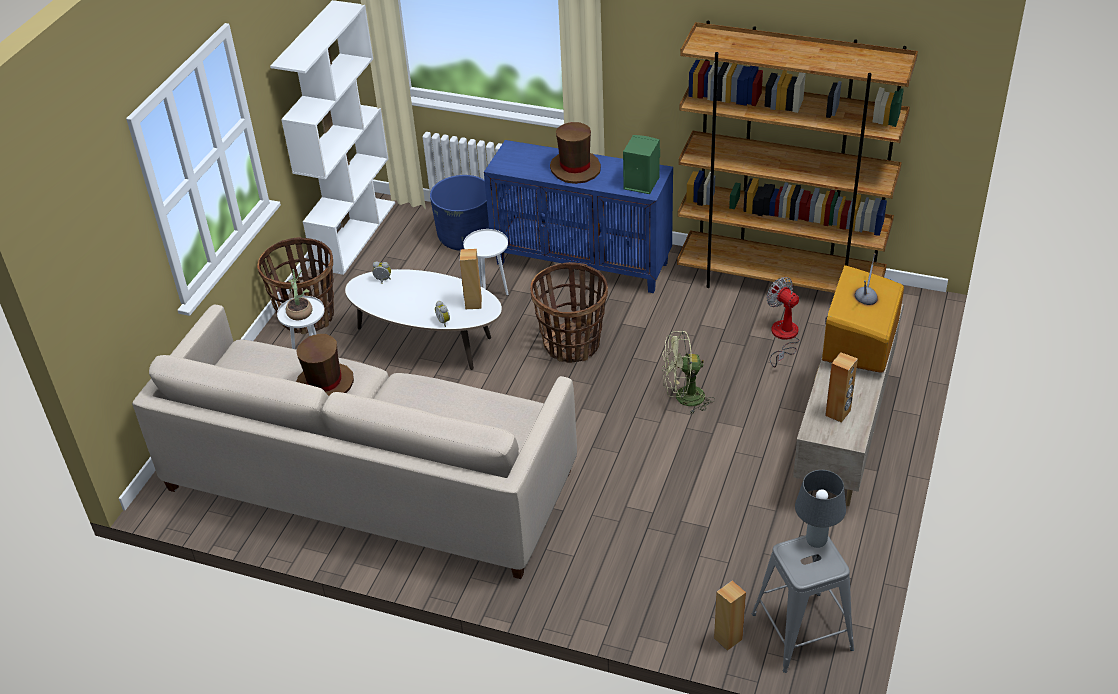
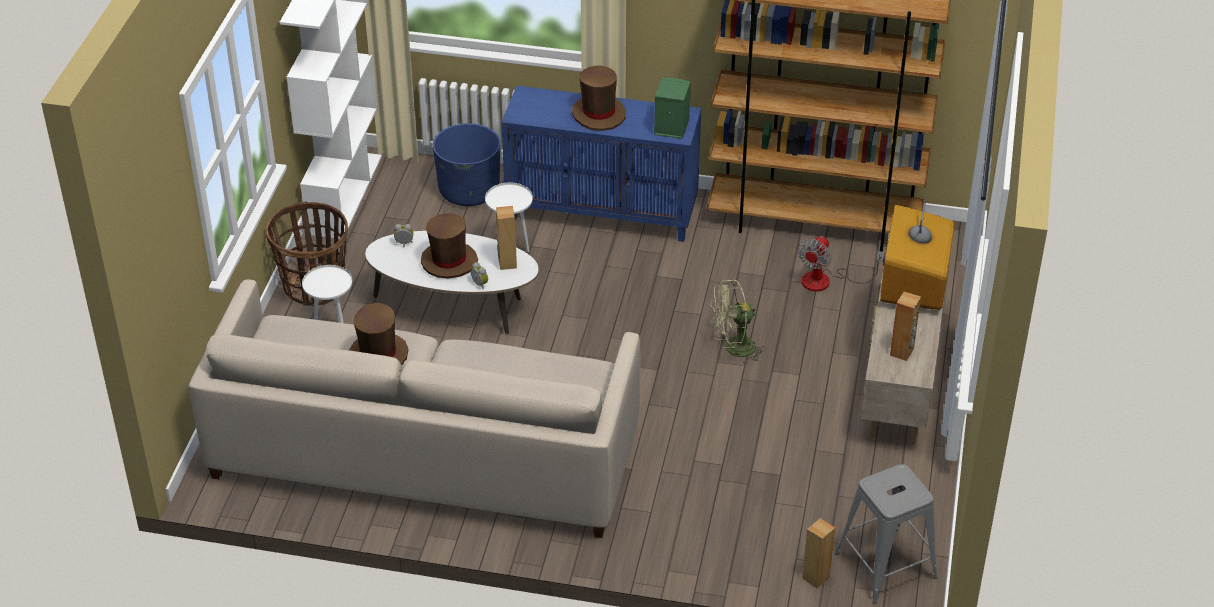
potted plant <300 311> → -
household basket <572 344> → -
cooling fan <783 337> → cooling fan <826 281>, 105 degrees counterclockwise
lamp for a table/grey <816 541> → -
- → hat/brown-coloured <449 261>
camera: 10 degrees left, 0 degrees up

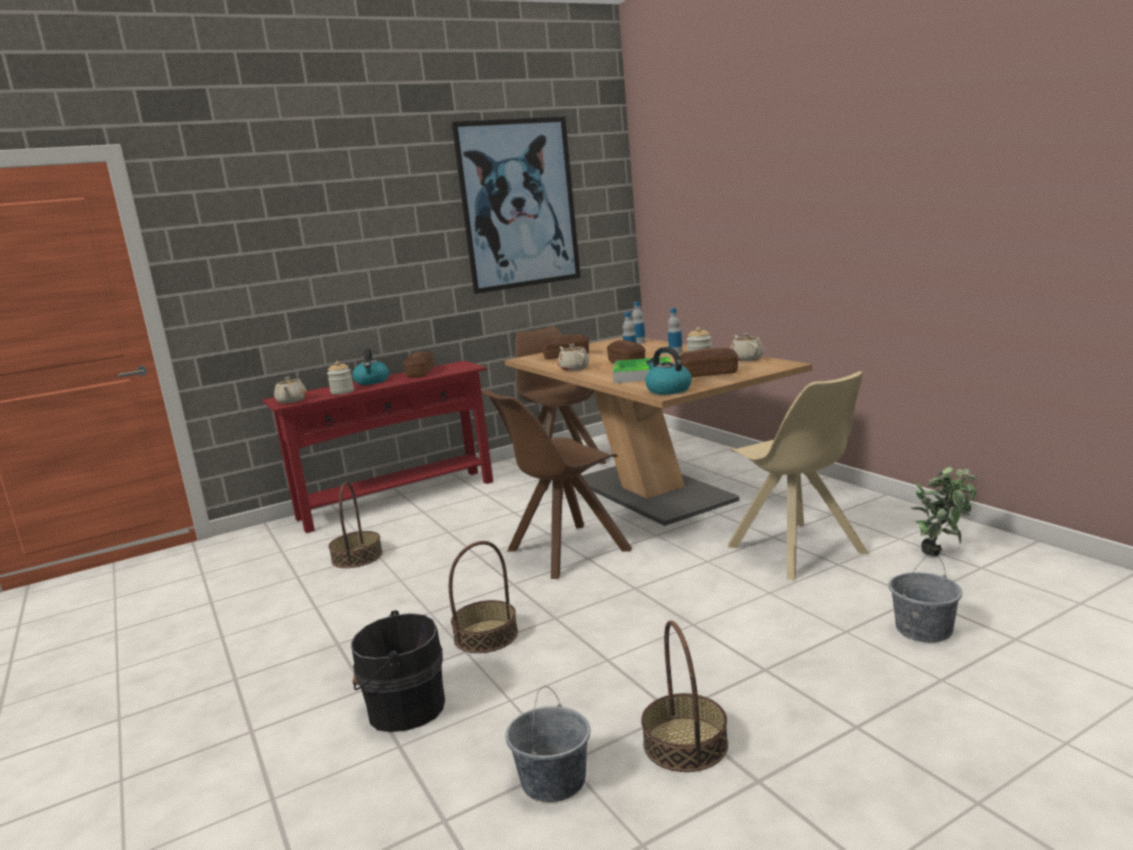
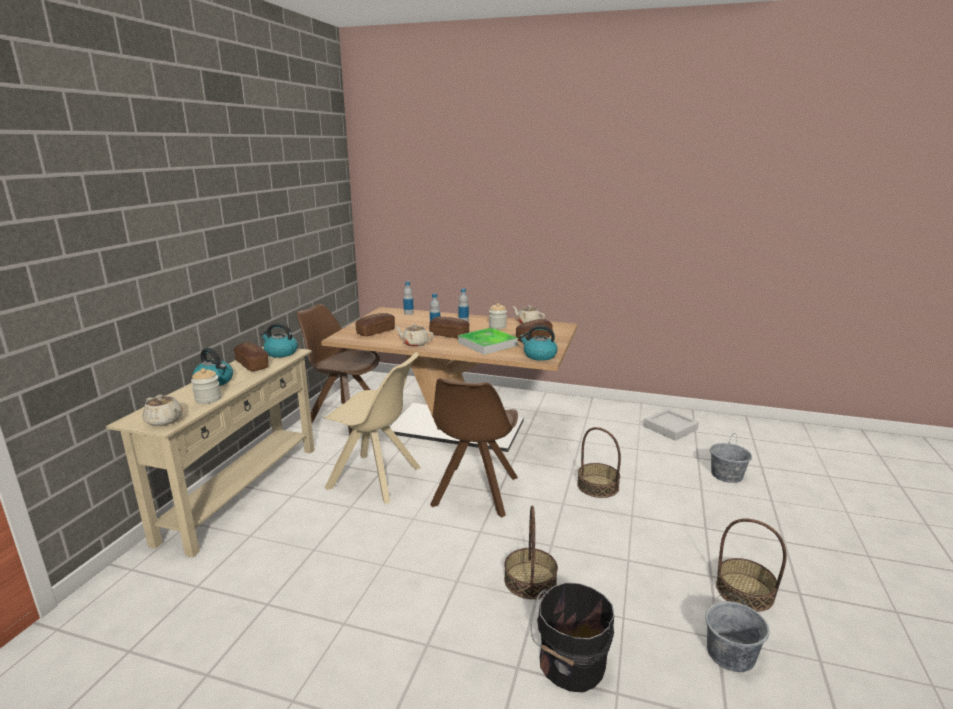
hall table/reddish <397 499> → hall table/beige <241 491>
household basket <357 557> → household basket <598 486>, shifted
picture <518 204> → -
upright chair/beige <798 551> → upright chair/beige <376 478>, shifted
potted plant <943 554> → tray/grey <670 428>
- → tea kettle <280 353>
camera: 45 degrees left, 5 degrees up

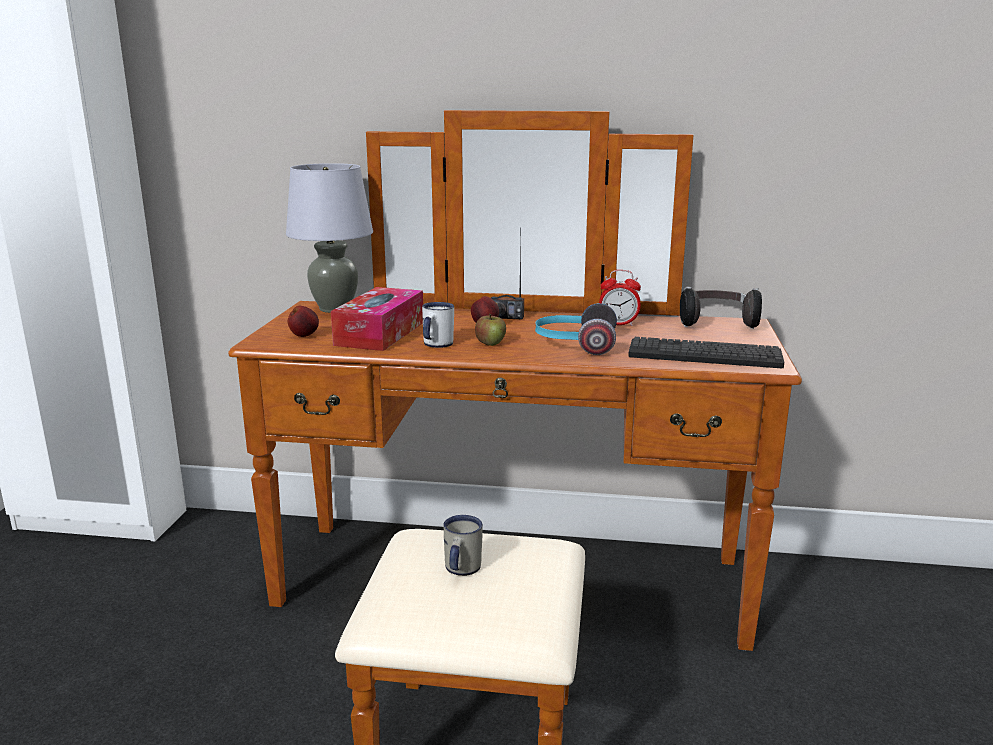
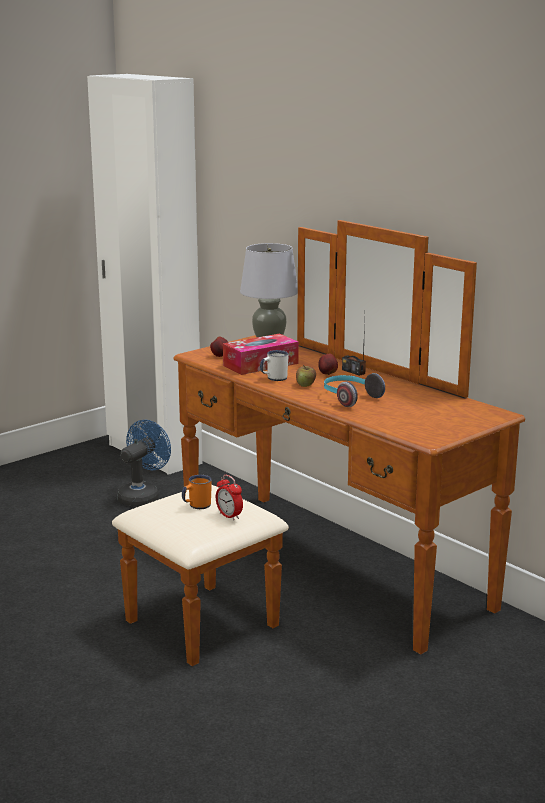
coffee mug/white-coloured <460 570> → coffee mug/orange-coloured <196 506>
bedside clock <618 324> → bedside clock <229 516>, shifted
computer keyboard <704 355> → -
headphones <716 322> → -
- → cooling fan/bluish <142 496>
camera: 40 degrees right, 0 degrees up

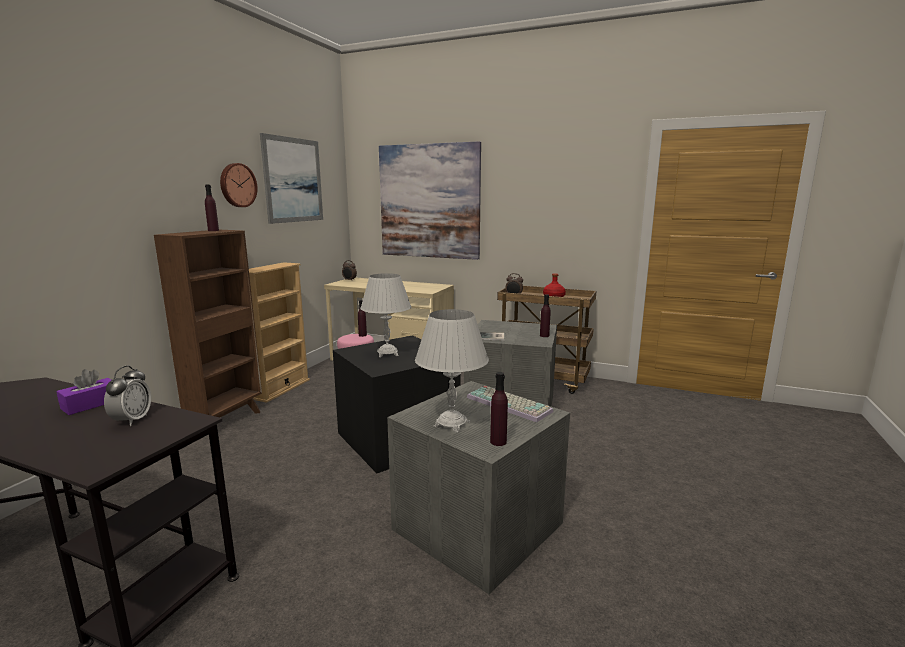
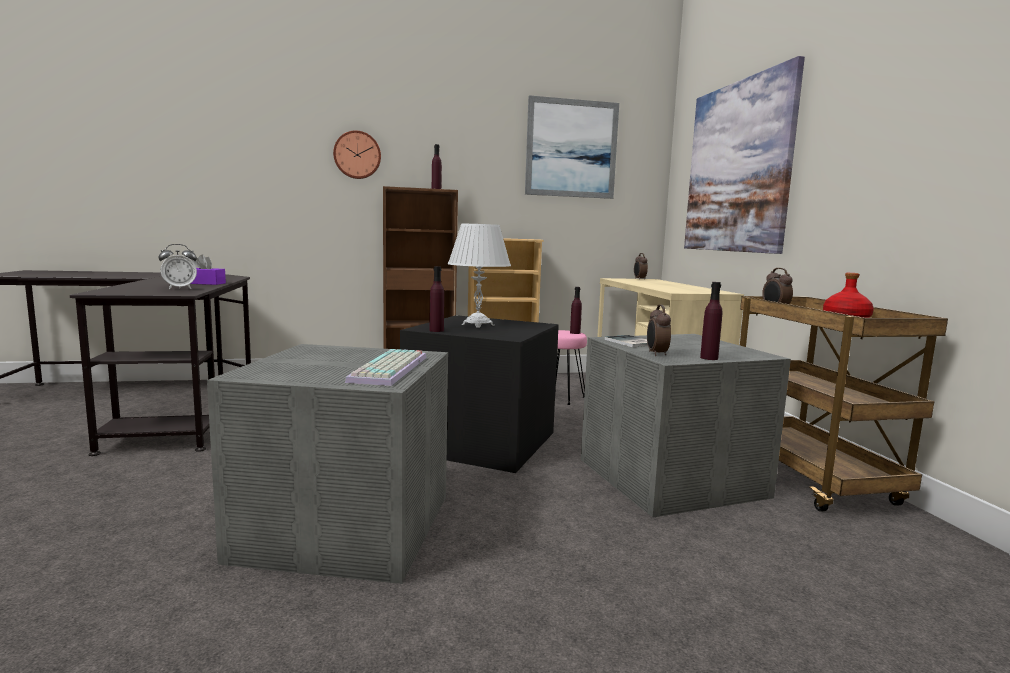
clock on the wall <237 185> → clock on the wall <357 155>, shifted
lamp for a table/white-coloured <451 424> → -
drink bottle/purple <498 442> → drink bottle/purple <436 330>, shifted
- → bedside clock <656 354>
camera: 55 degrees right, 5 degrees down

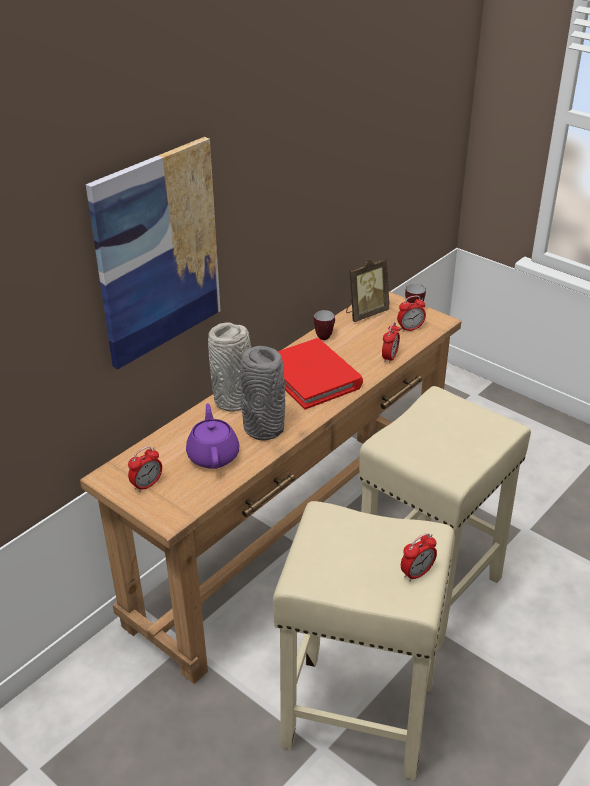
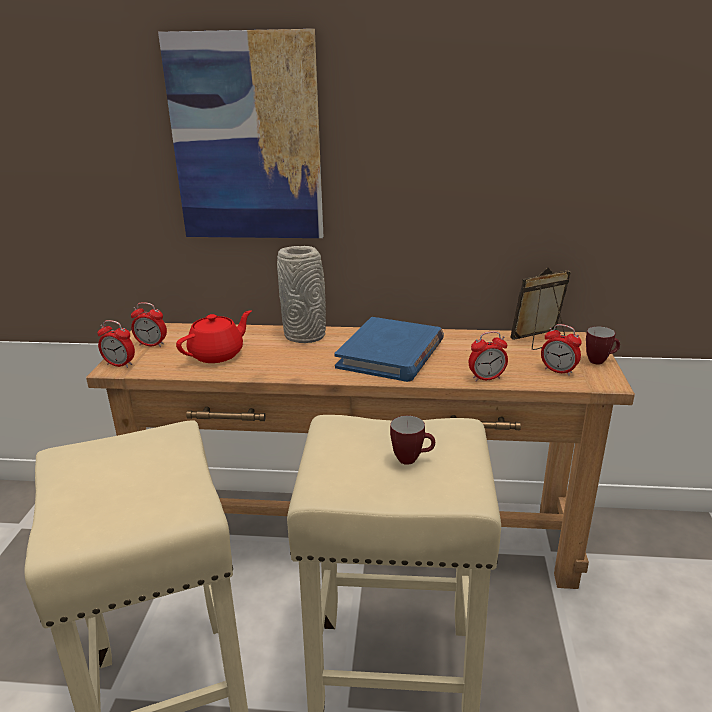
teapot/purple <213 455> → teapot/reddish <218 354>
vase/grey <264 429> → -
bound book/reddish <312 377> → bound book/bluish <391 354>
coffee mug <325 336> → coffee mug <412 459>, shifted
photo frame <365 313> → photo frame <540 341>, 135 degrees clockwise
bedside clock <417 573> → bedside clock <120 364>, shifted
camera: 55 degrees right, 10 degrees down

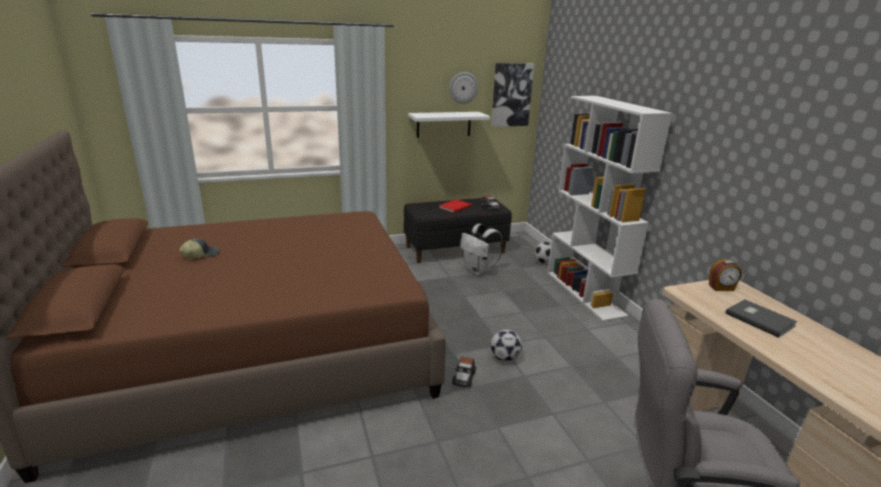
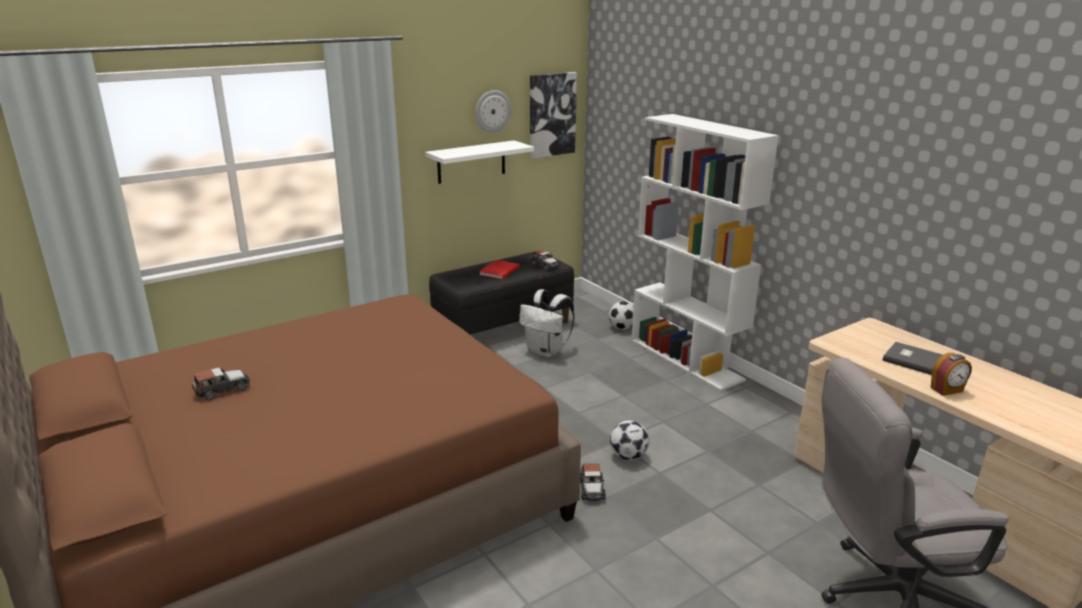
cap <201 254> → model car <222 390>
bedside clock <721 288> → bedside clock <947 390>, shifted
camera: 15 degrees left, 0 degrees up

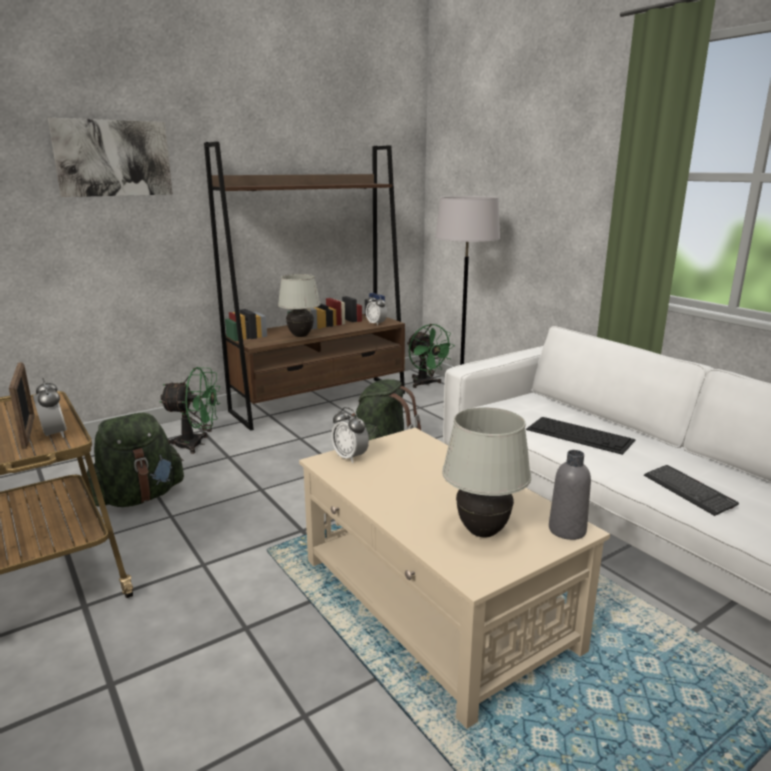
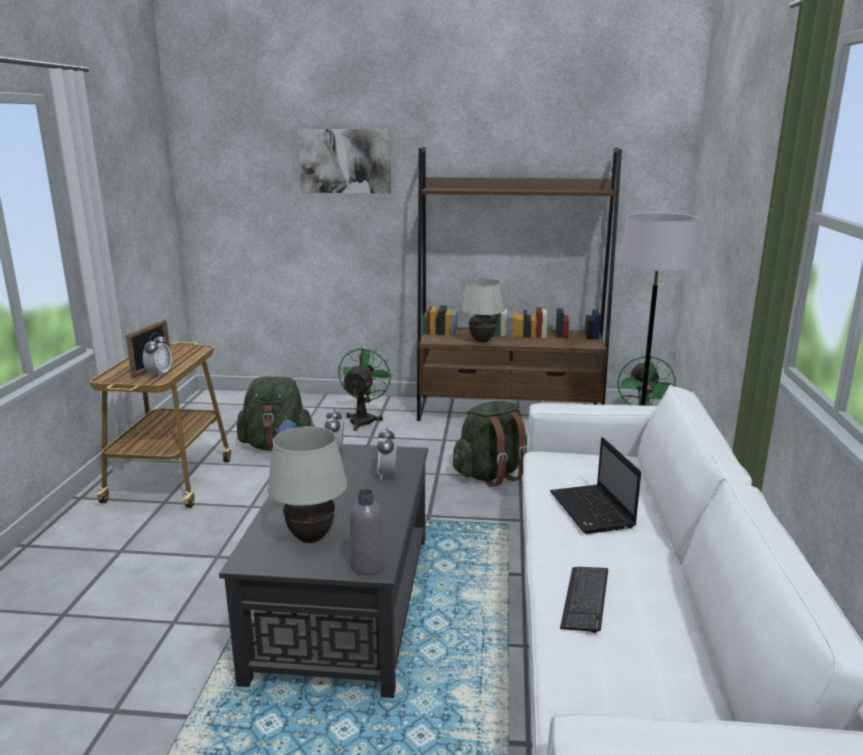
cooling fan/green <196 444> → cooling fan/green <363 419>, 120 degrees counterclockwise
coffee table/beige <434 603> → coffee table/blackish <344 604>
bedside clock <376 324> → bedside clock <387 474>, shifted
computer keyboard <580 435> → portable computer <593 511>
camera: 40 degrees right, 0 degrees up

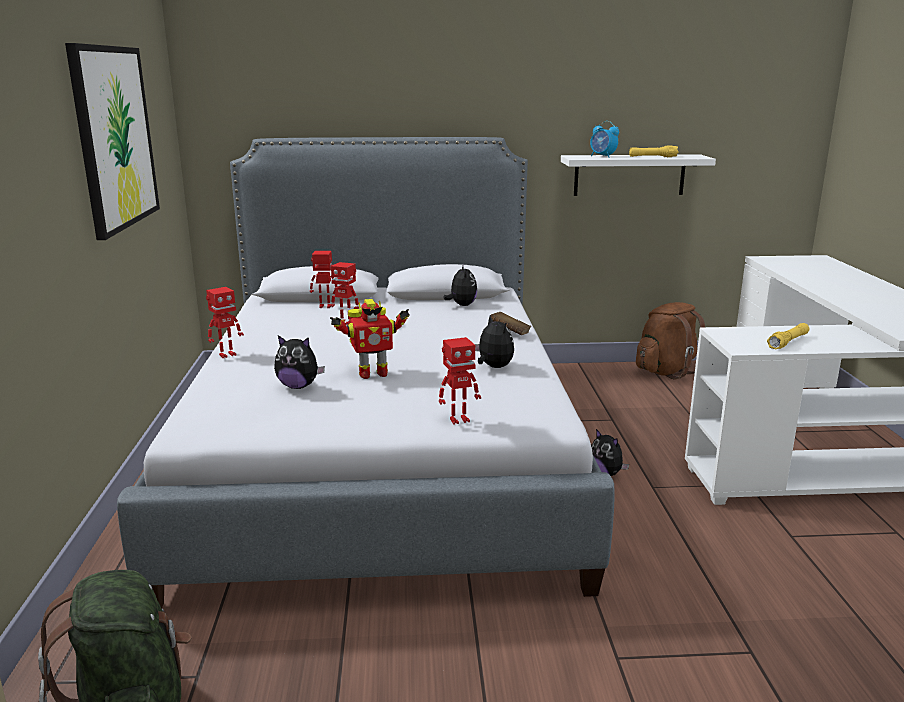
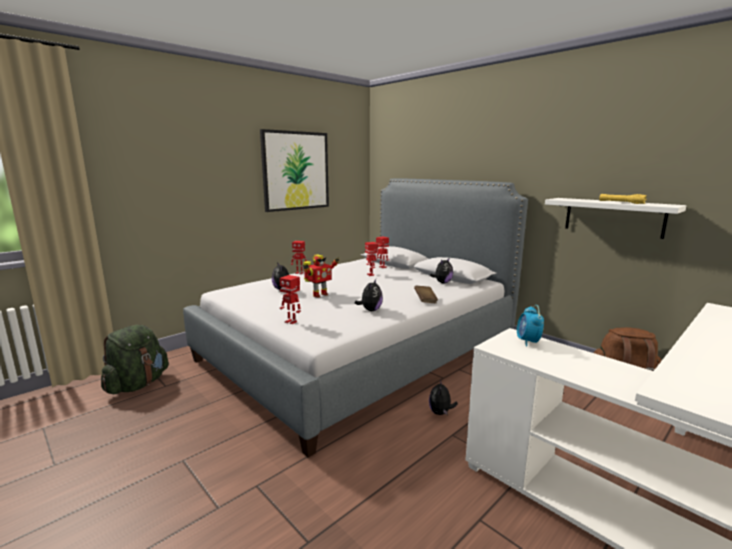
robot figure <372 374> → robot figure <319 295>, 75 degrees counterclockwise
bedside clock <602 156> → bedside clock <528 342>, shifted
hand torch/yellow <788 342> → -
camera: 50 degrees right, 5 degrees down

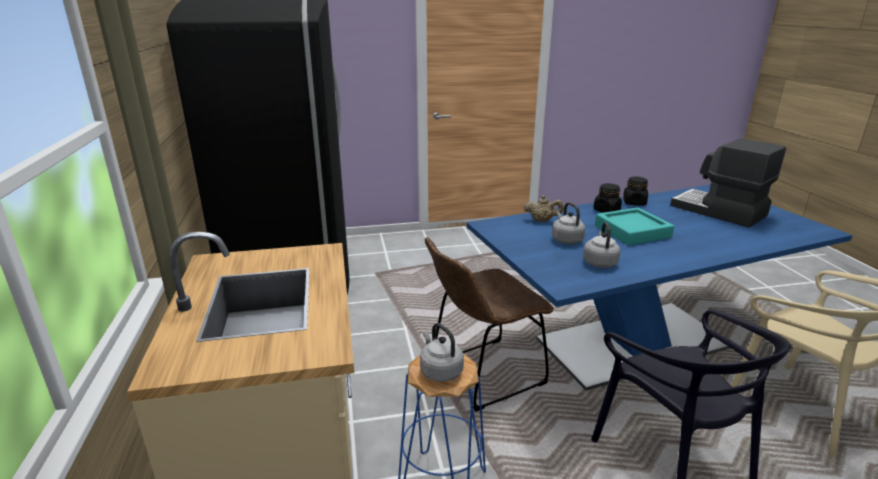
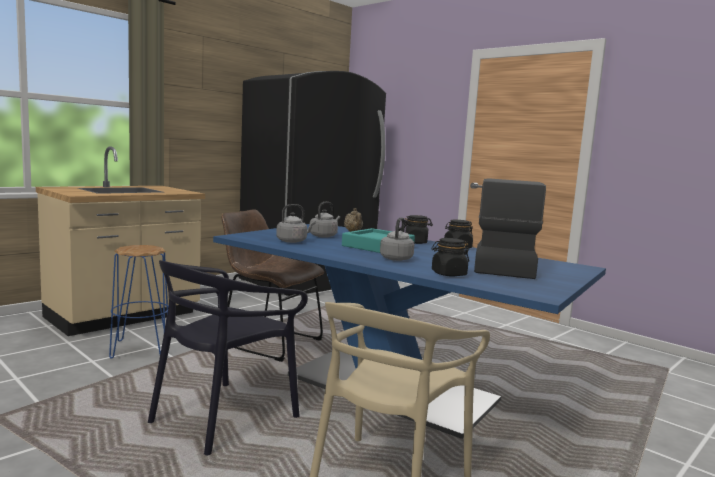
tea kettle/grey <440 371> → tea kettle/grey <397 258>, shifted
- → jar/blackish <448 274>
camera: 55 degrees right, 15 degrees down

